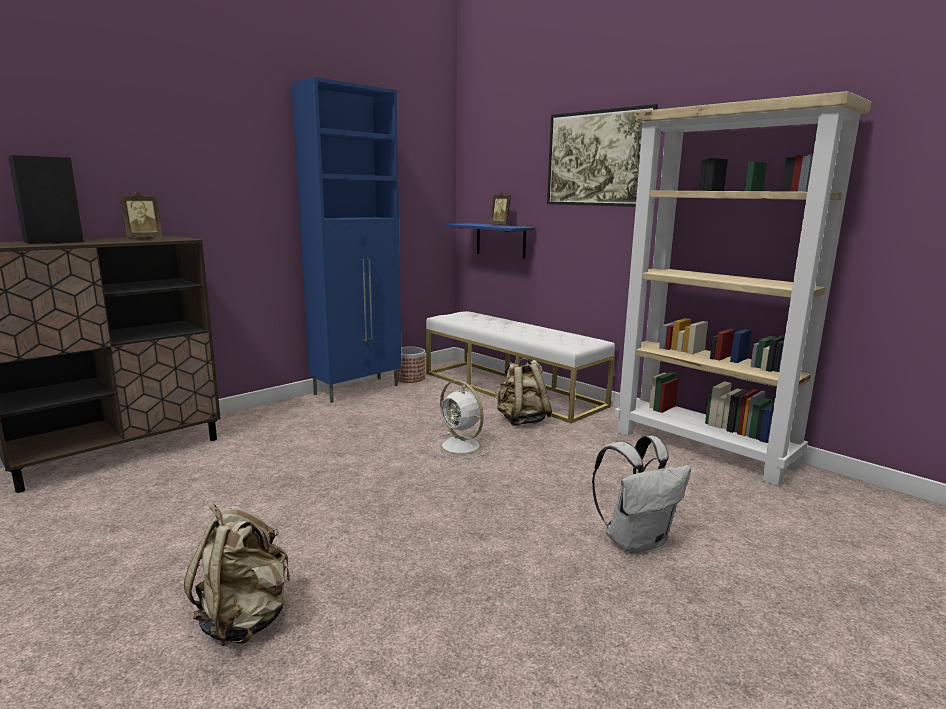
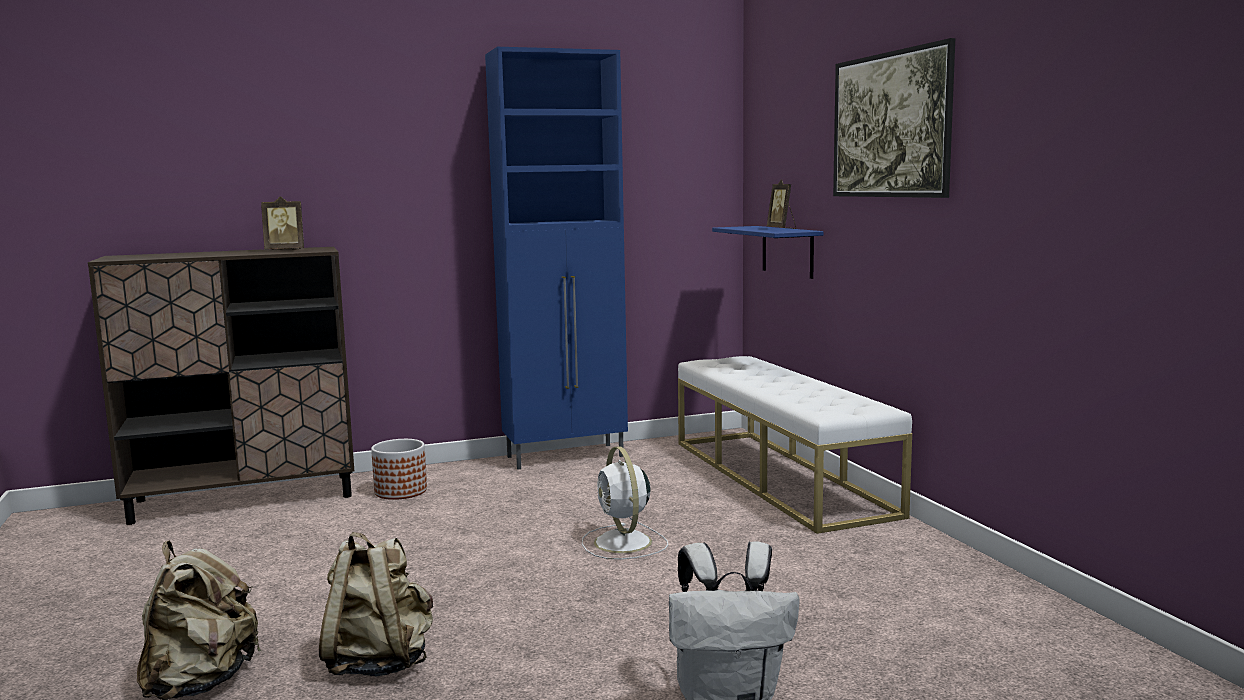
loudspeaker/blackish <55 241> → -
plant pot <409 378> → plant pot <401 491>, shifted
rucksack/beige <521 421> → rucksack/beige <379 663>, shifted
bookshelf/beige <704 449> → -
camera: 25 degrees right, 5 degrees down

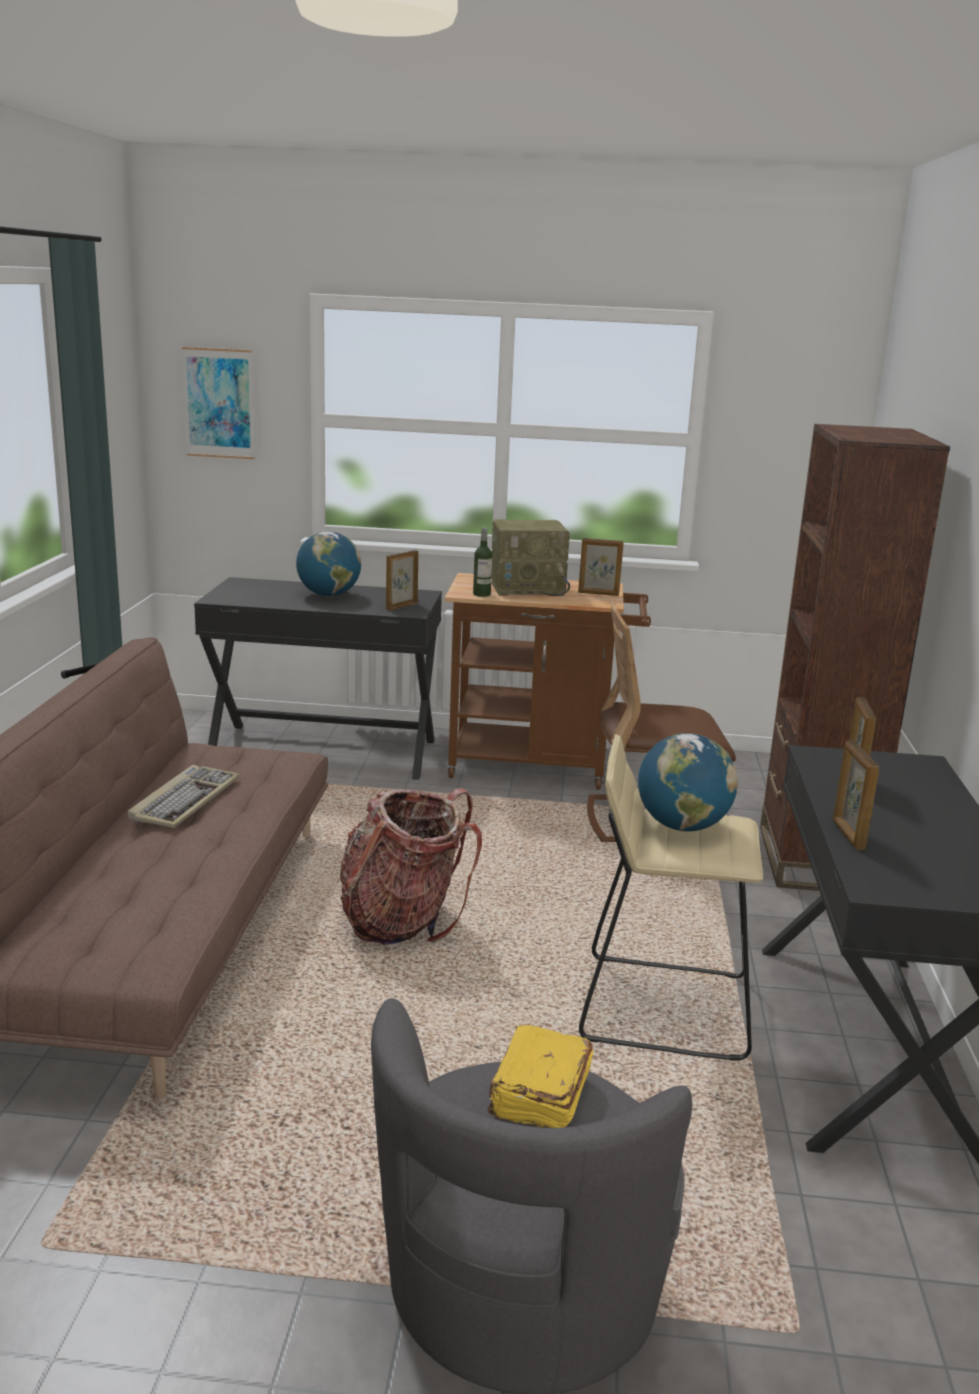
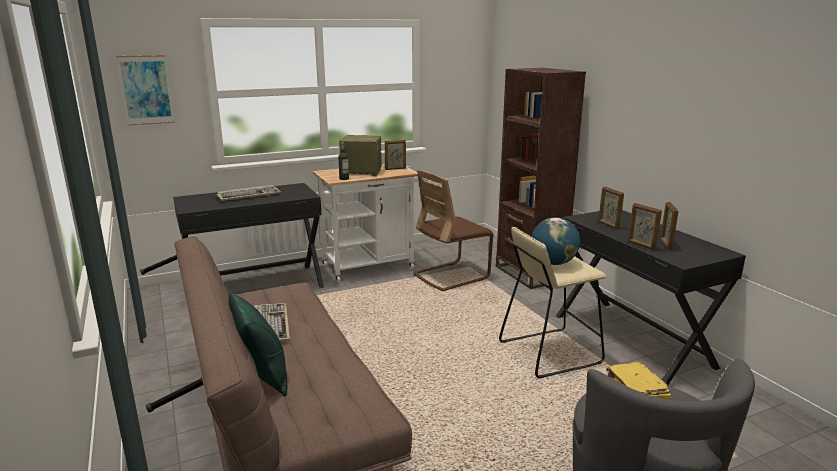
globe <328 595> → computer keyboard <249 195>
rucksack <402 920> → -
photo frame <401 606> → photo frame <665 244>, shifted
trolley/brown-coloured <539 767> → trolley/white-coloured <373 265>
radio receiver <528 589> → radio receiver <360 172>, 135 degrees counterclockwise
- → cushion/green <263 376>
camera: 30 degrees left, 0 degrees up

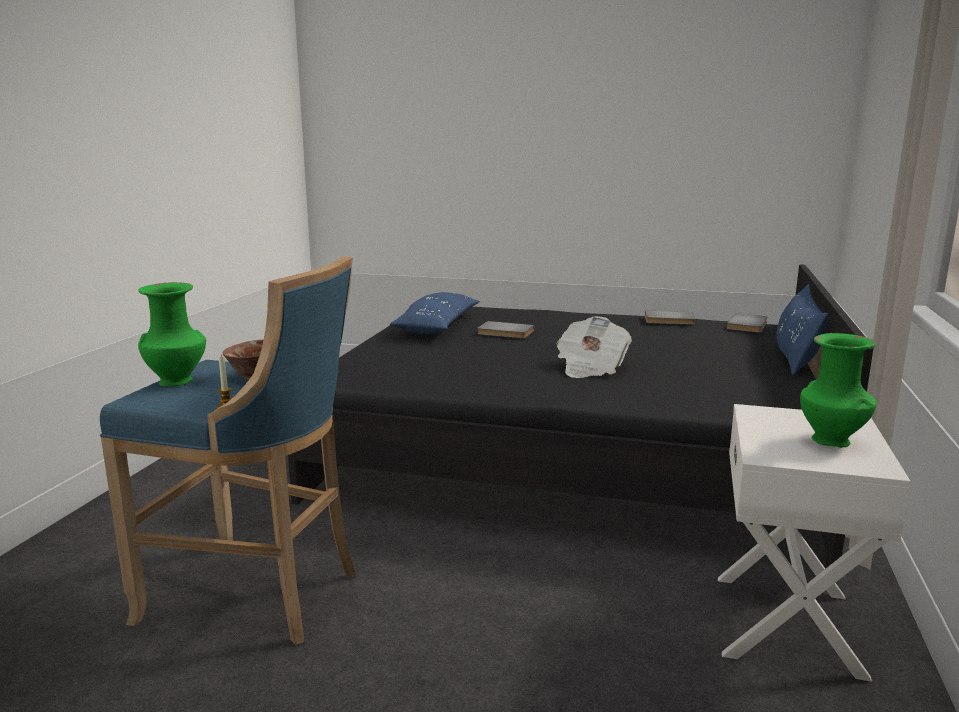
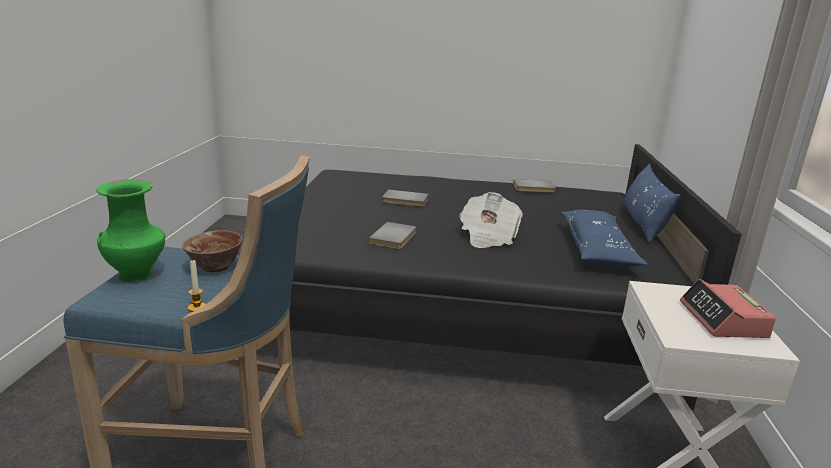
cushion/bluish <437 326> → cushion/bluish <597 250>, shifted
bound book/grey <749 325> → bound book/grey <395 238>, shifted
vase/green <832 442> → bedside clock <723 320>
camera: 10 degrees left, 5 degrees up

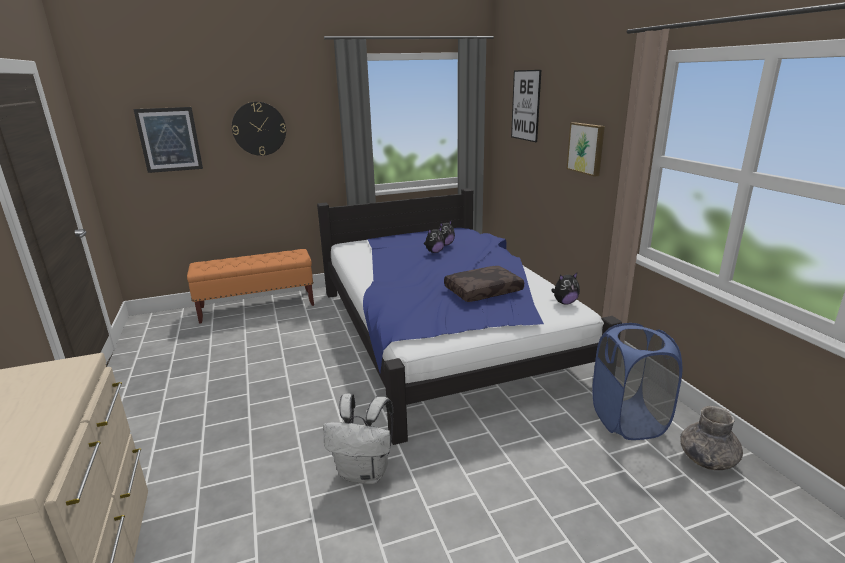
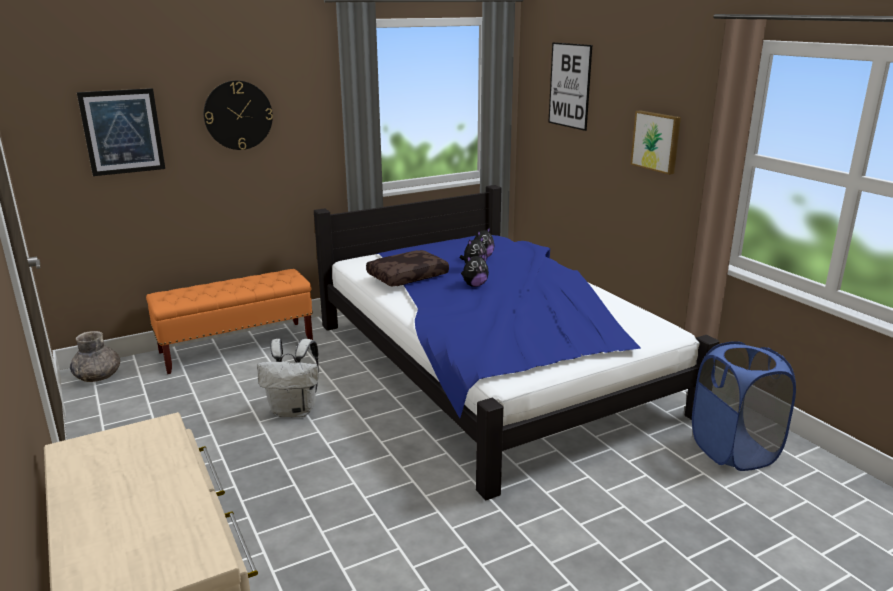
rucksack/white-coloured <365 472> → rucksack/white-coloured <295 410>, shifted
cushion/brown-coloured <483 291> → cushion/brown-coloured <407 276>, shifted
plush toy <564 302> → plush toy <474 285>, shifted
vase/grey <707 459> → vase/grey <98 376>, shifted
camera: 10 degrees left, 0 degrees up

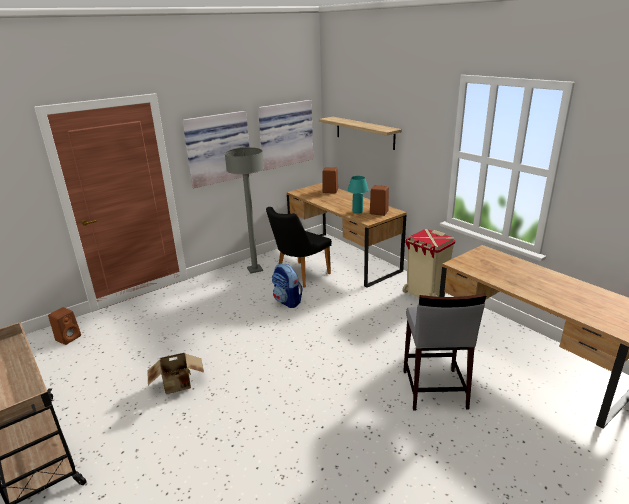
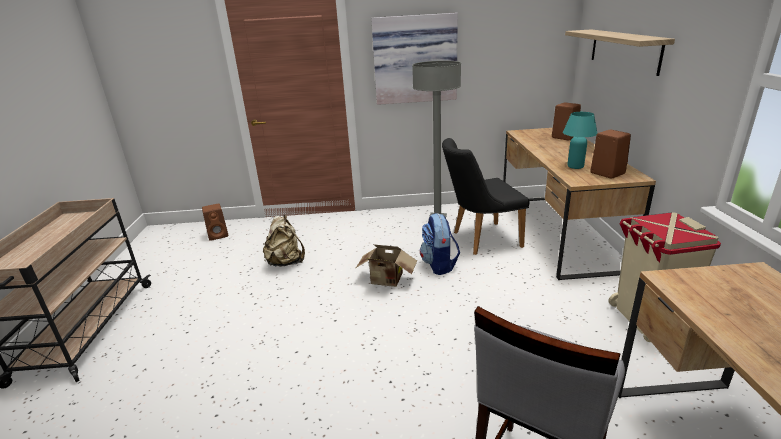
cardboard box <179 386> → cardboard box <387 281>, shifted
picture <285 134> → -
- → rucksack/beige <286 262>
camera: 35 degrees right, 0 degrees up

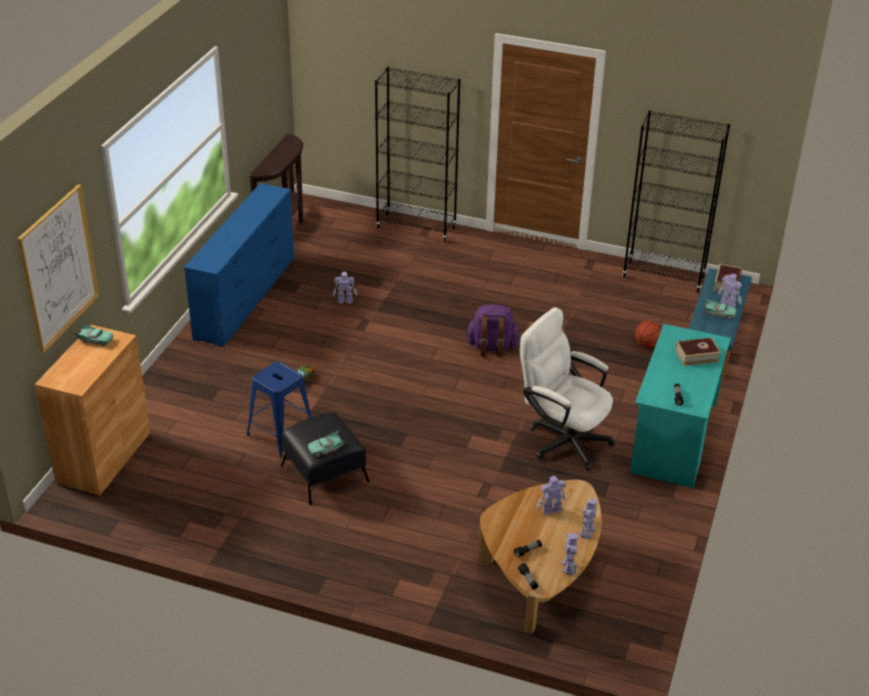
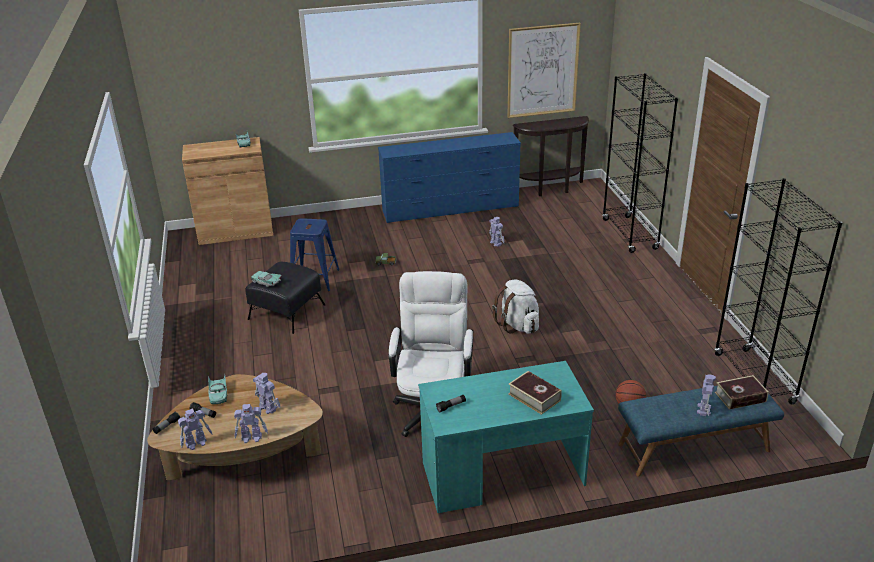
picture <59 268> → picture <542 70>, shifted
rucksack/purple <492 347> → rucksack/white-coloured <518 325>
model car/turquoise-coloured <719 313> → model car/turquoise-coloured <218 394>, shifted
camera: 60 degrees right, 5 degrees down

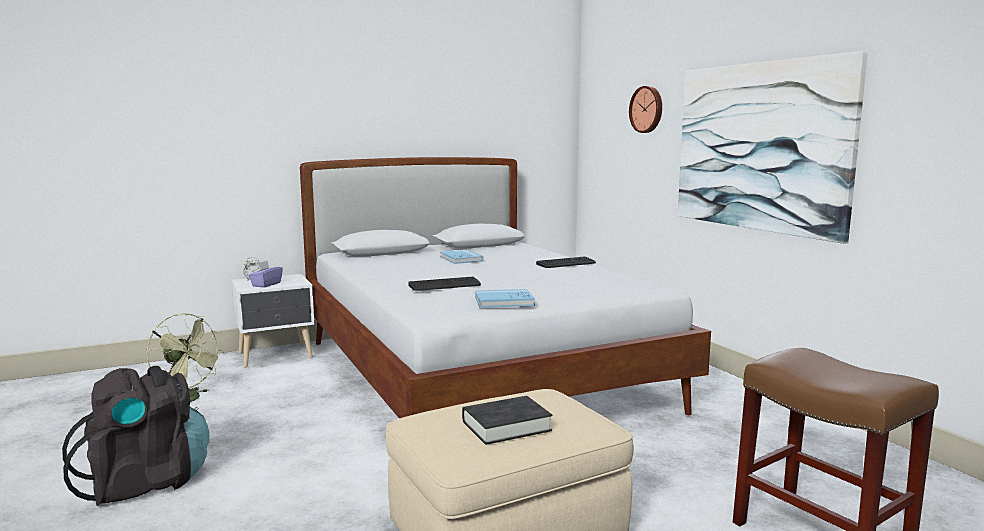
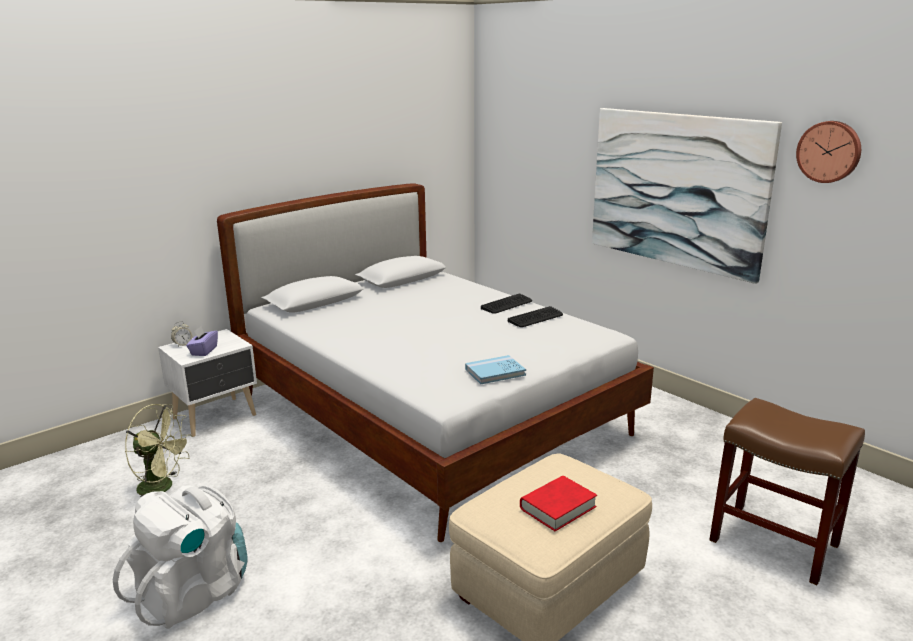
rucksack/blackish <146 482> → rucksack/white-coloured <193 593>
computer keyboard <444 285> → computer keyboard <536 318>, shifted
bound book/bluish <461 259> → -
bound book/blackish <506 426> → bound book/reddish <558 507>
clock on the wall <647 109> → clock on the wall <829 151>, shifted
camera: 15 degrees left, 10 degrees up

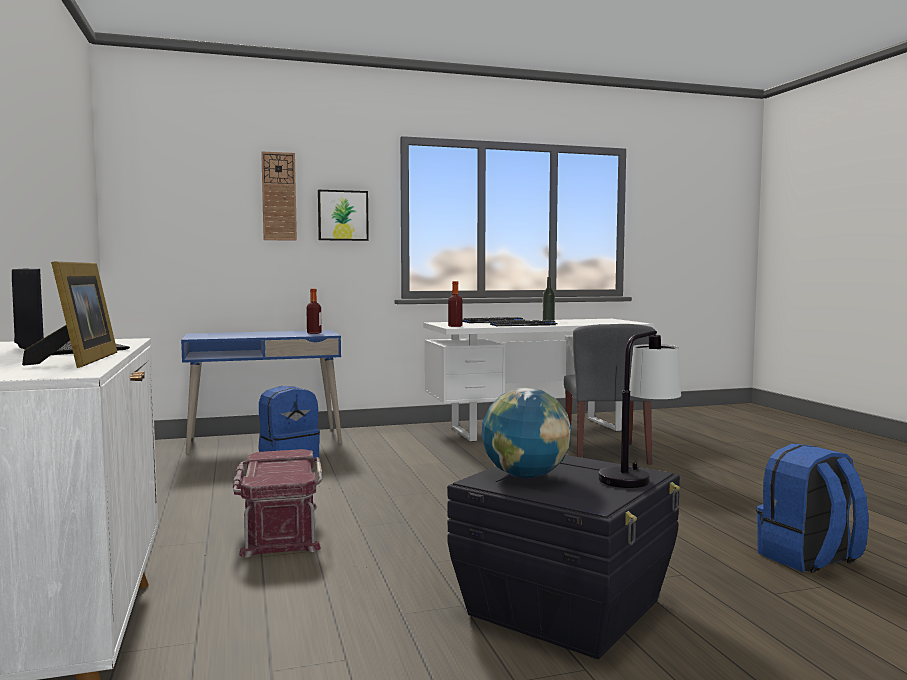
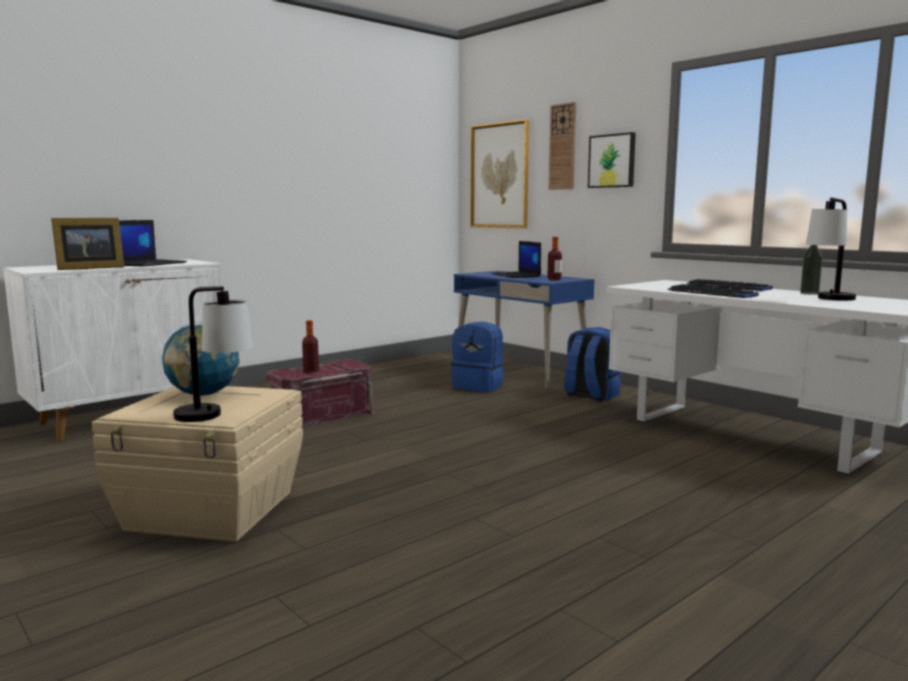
storage container/blackish <566 607> → storage container/beige <212 511>
drink bottle <455 326> → drink bottle <311 371>, shifted
upright chair/grey <606 453> → -
rucksack/bluish <808 559> → rucksack/bluish <590 395>, shifted
- → picture <499 176>
- → portable computer <516 275>
- → lamp for a table <829 300>
camera: 65 degrees right, 5 degrees up

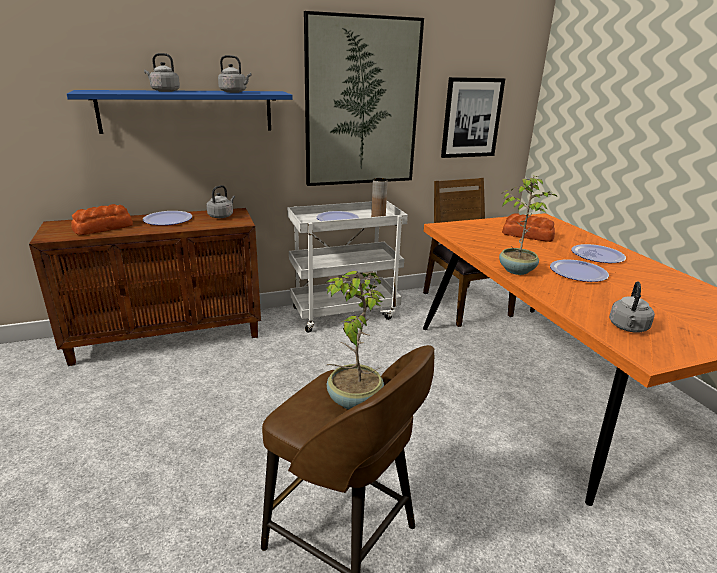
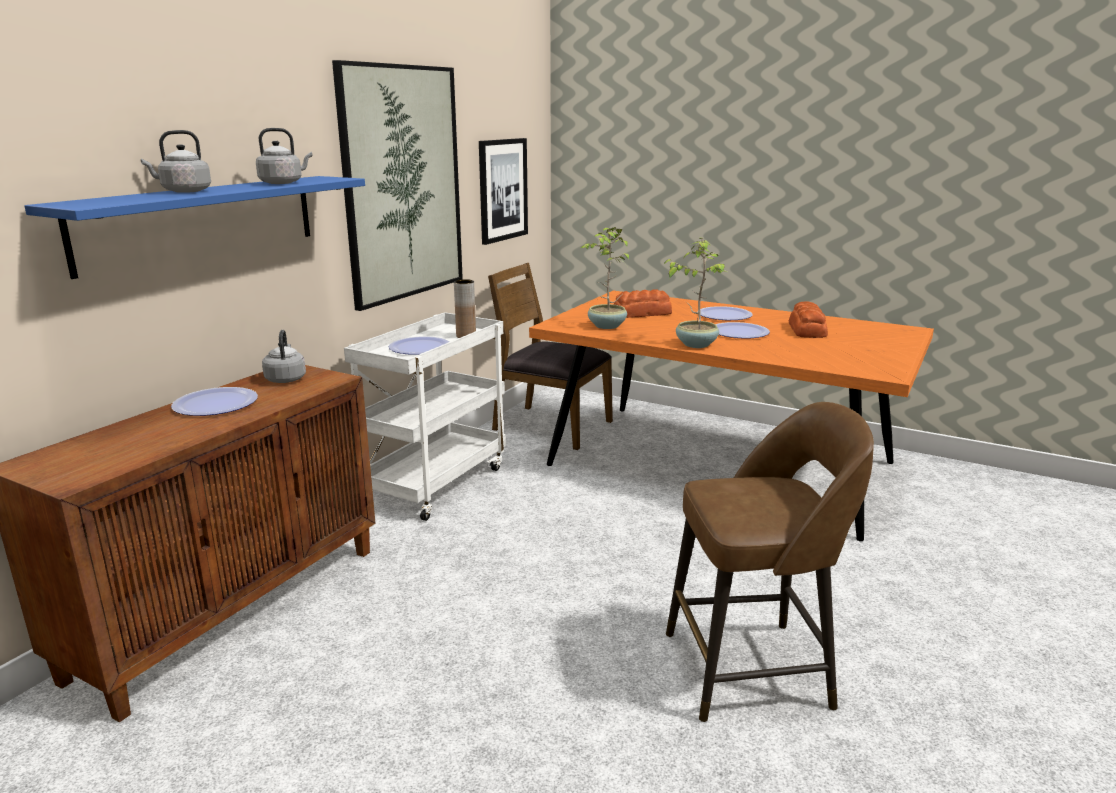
baked bread <104 228> → baked bread <807 329>, shifted
potted plant <353 400> → potted plant <606 326>, shifted
tea kettle/grey <628 328> → -
camera: 40 degrees left, 5 degrees down

